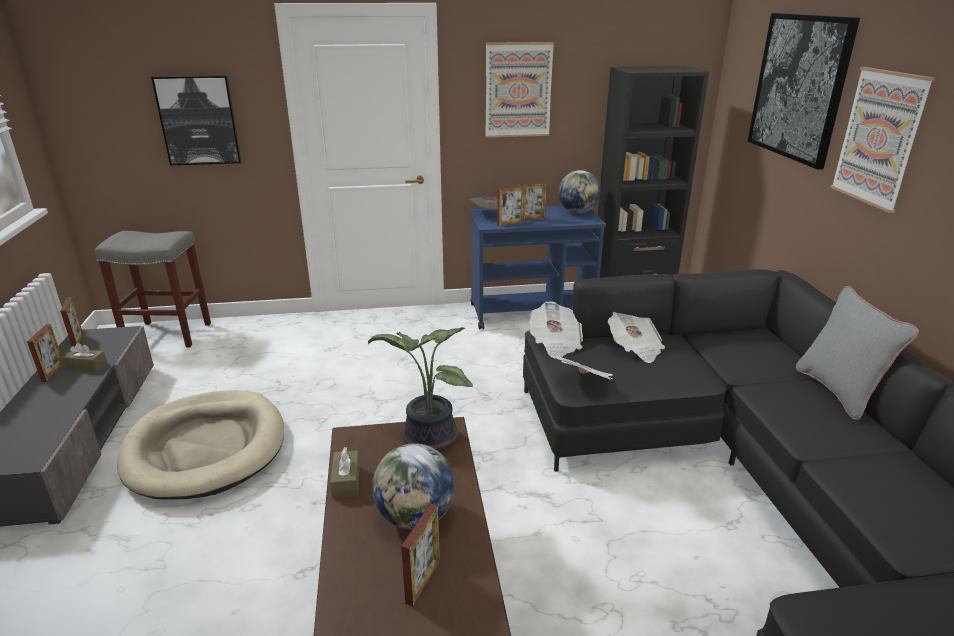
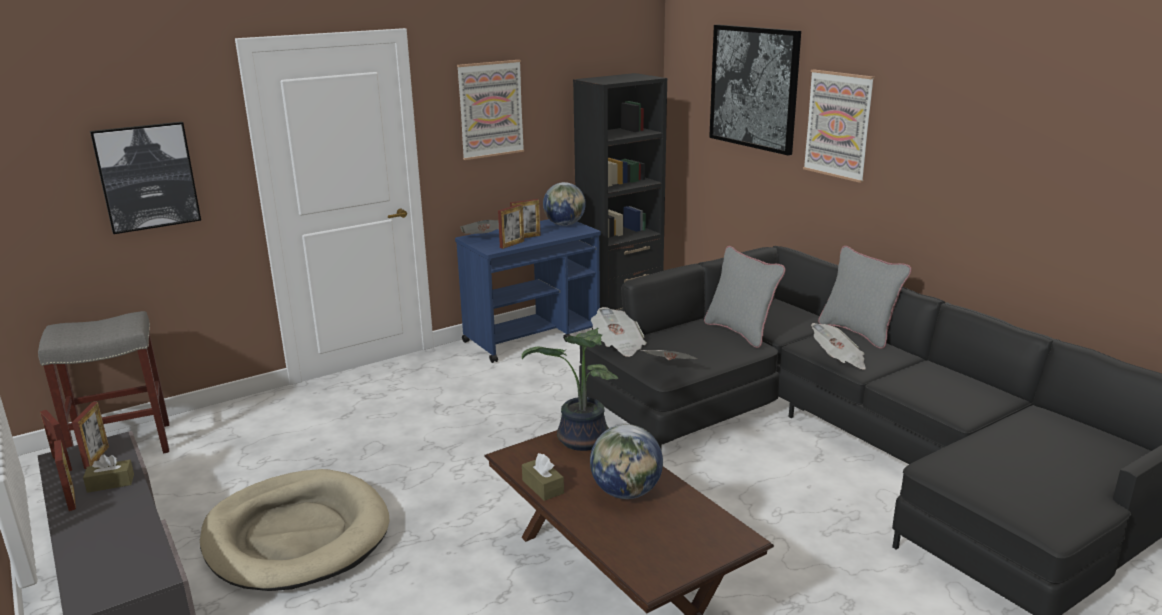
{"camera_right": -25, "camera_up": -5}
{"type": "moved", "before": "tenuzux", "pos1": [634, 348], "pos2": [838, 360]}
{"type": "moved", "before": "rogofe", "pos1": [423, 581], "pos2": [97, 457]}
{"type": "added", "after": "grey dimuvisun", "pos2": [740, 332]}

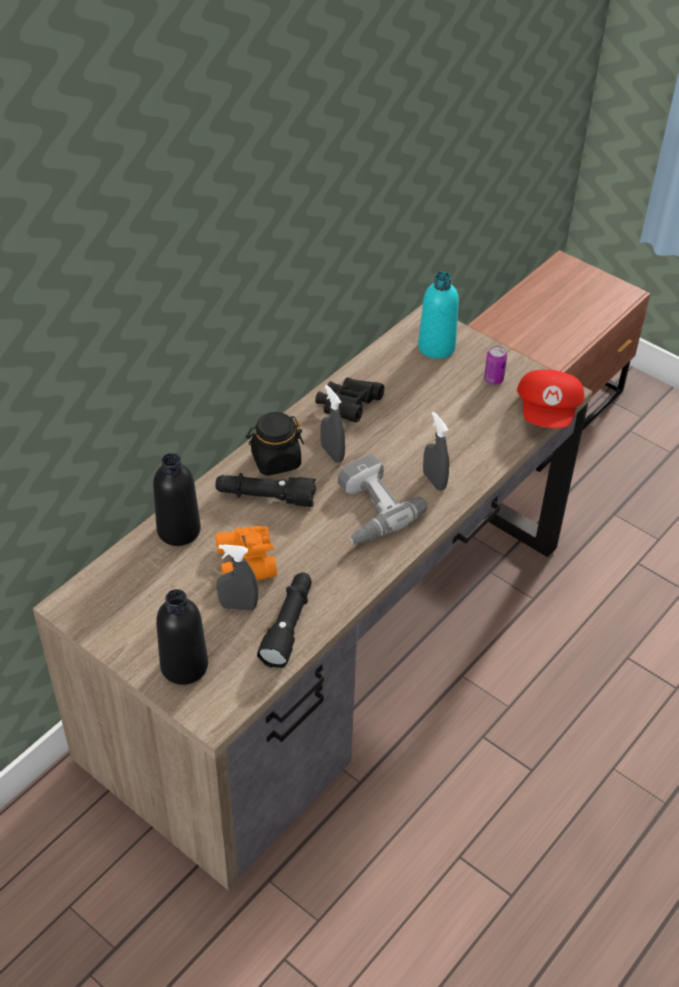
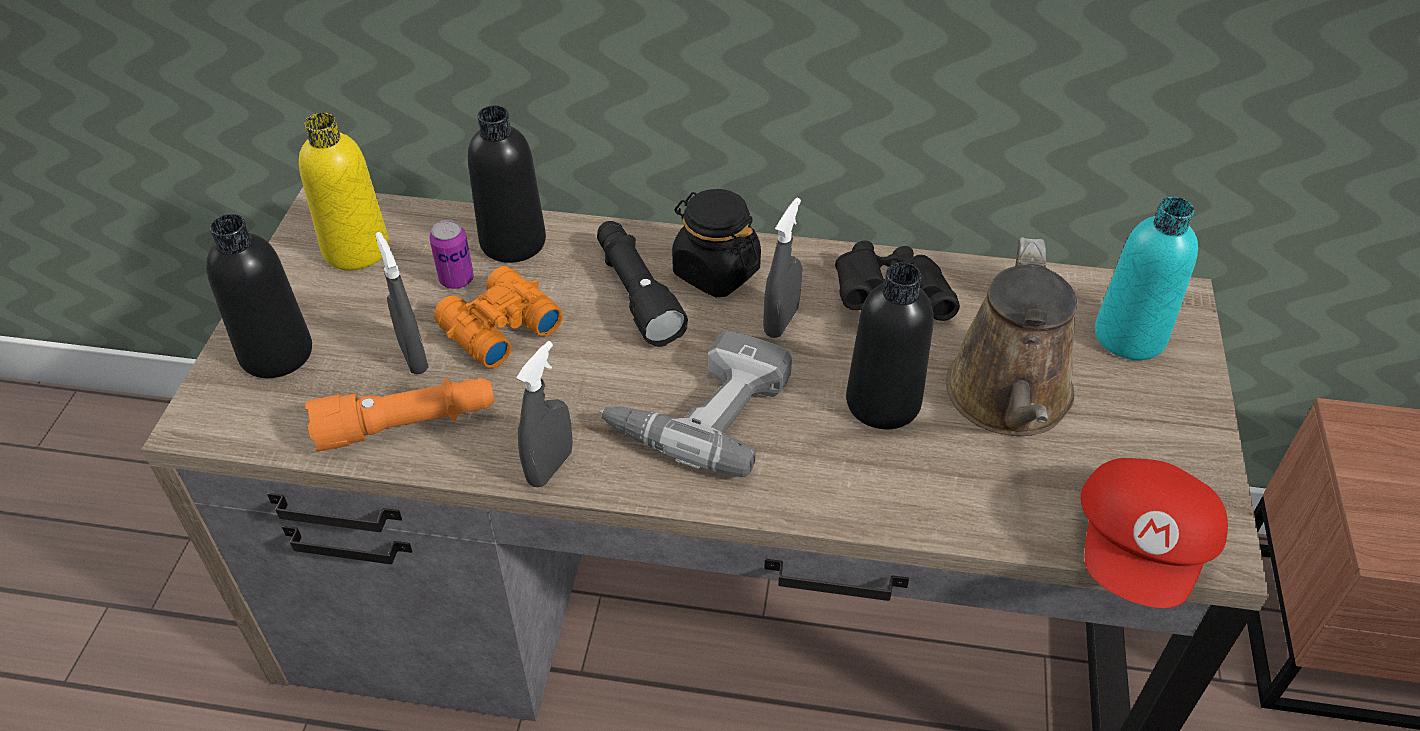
{"camera_right": 60, "camera_up": 0}
{"type": "moved", "before": "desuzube", "pos1": [493, 379], "pos2": [456, 279]}
{"type": "turned", "before": "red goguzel", "pos1": [548, 412], "pos2": [1141, 550], "turn": -45}
{"type": "moved", "before": "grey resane", "pos1": [434, 481], "pos2": [550, 467]}
{"type": "recoloured", "before": "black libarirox", "after": "orange libarirox", "pos1": [288, 626], "pos2": [407, 425]}
{"type": "added", "after": "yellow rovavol", "pos2": [356, 249]}
{"type": "added", "after": "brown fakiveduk", "pos2": [1009, 400]}
{"type": "added", "after": "black rovavol", "pos2": [883, 402]}

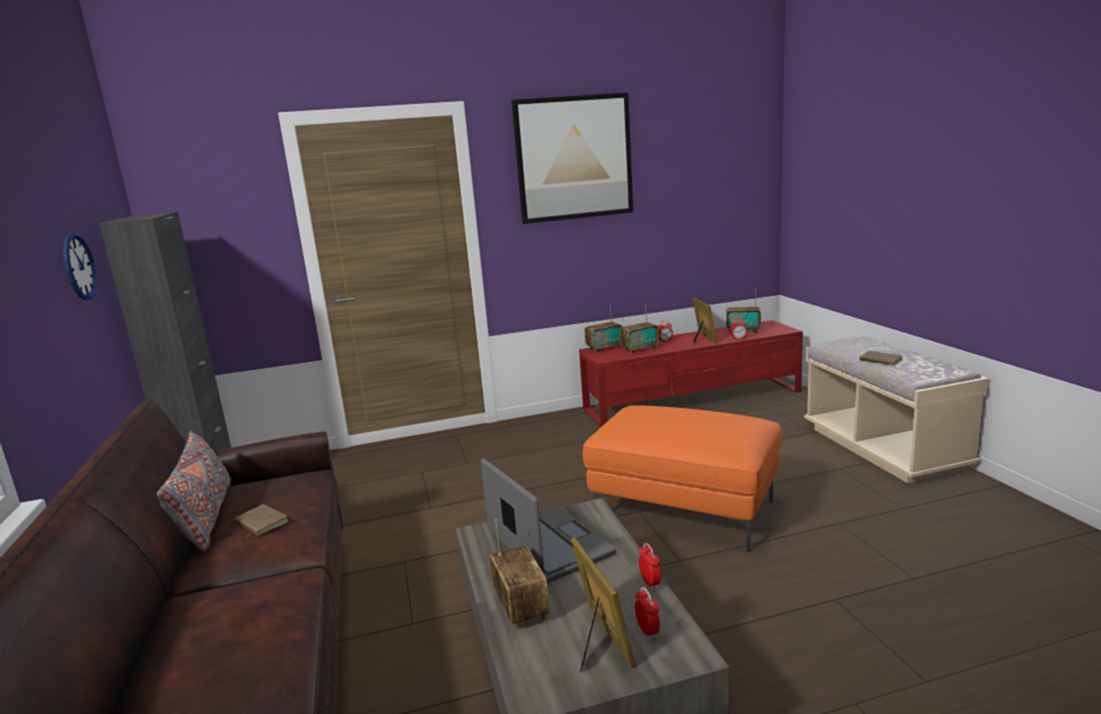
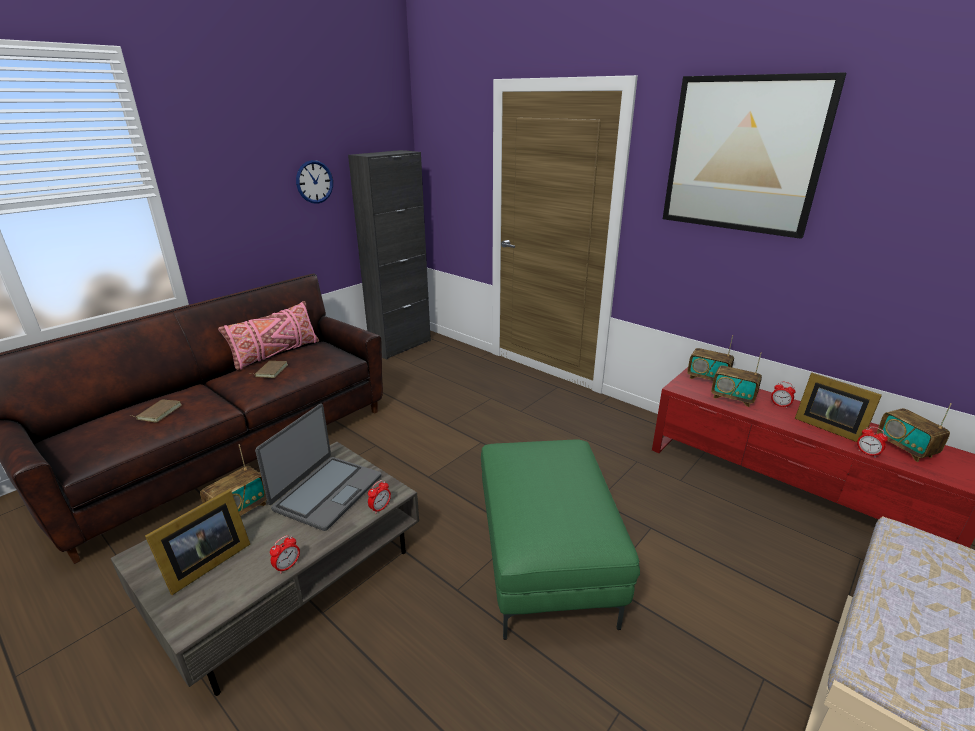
{"camera_right": 55, "camera_up": 10}
{"type": "turned", "before": "rogofe", "pos1": [702, 338], "pos2": [827, 426], "turn": 90}
{"type": "moved", "before": "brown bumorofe", "pos1": [880, 361], "pos2": [158, 412]}
{"type": "recoloured", "before": "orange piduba", "after": "green piduba", "pos1": [683, 511], "pos2": [543, 562]}
{"type": "recoloured", "before": "grey dimuvisun", "after": "pink dimuvisun", "pos1": [205, 518], "pos2": [276, 354]}
{"type": "moved", "before": "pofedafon", "pos1": [647, 631], "pos2": [380, 508]}

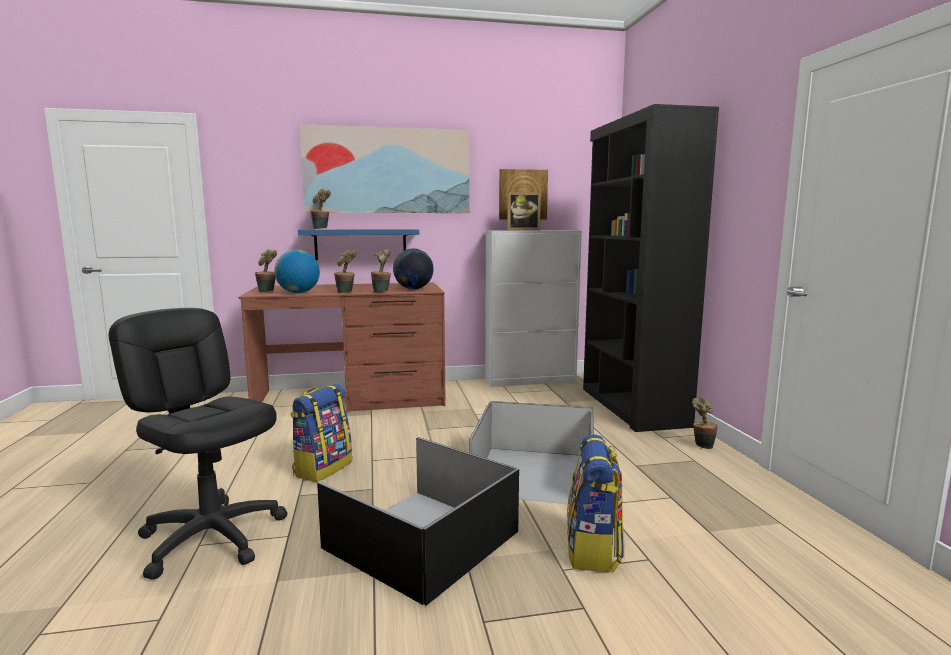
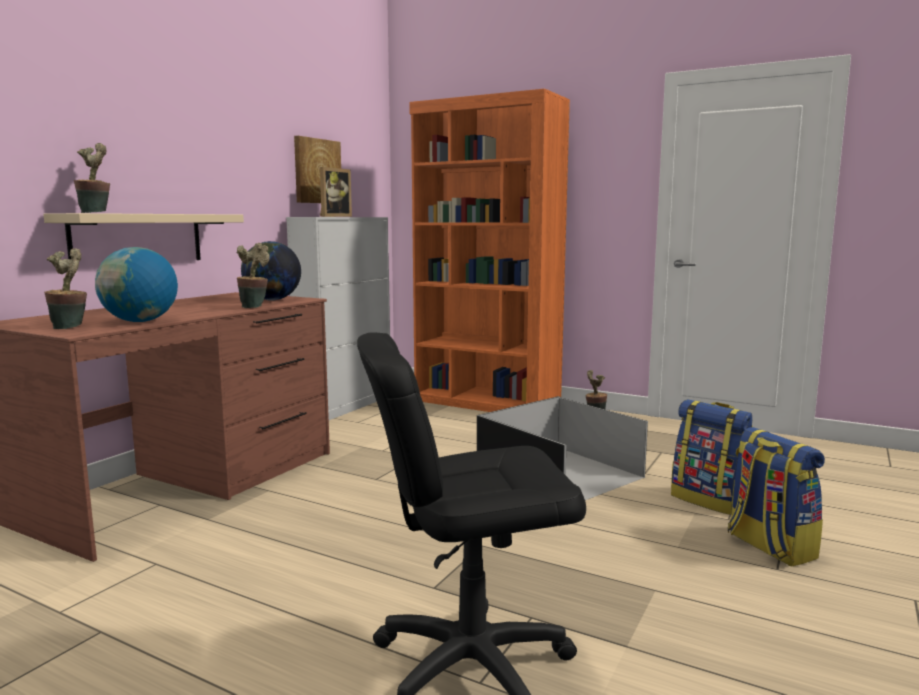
{"camera_right": -50, "camera_up": 0}
{"type": "recoloured", "before": "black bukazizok", "after": "orange bukazizok", "pos1": [631, 407], "pos2": [486, 403]}
{"type": "removed", "before": "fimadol", "pos1": [387, 170]}
{"type": "recoloured", "before": "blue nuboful", "after": "beige nuboful", "pos1": [360, 244], "pos2": [138, 239]}
{"type": "removed", "before": "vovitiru", "pos1": [346, 292]}
{"type": "moved", "before": "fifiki", "pos1": [322, 468], "pos2": [769, 547]}
{"type": "removed", "before": "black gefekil", "pos1": [423, 538]}

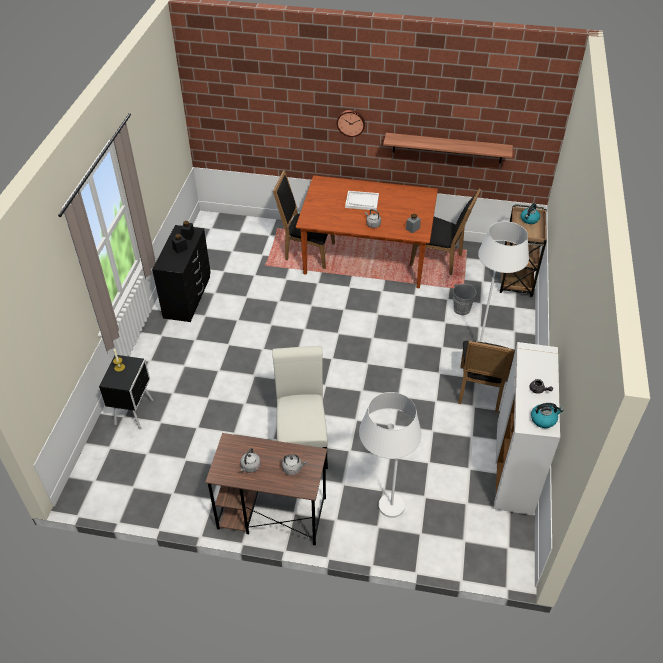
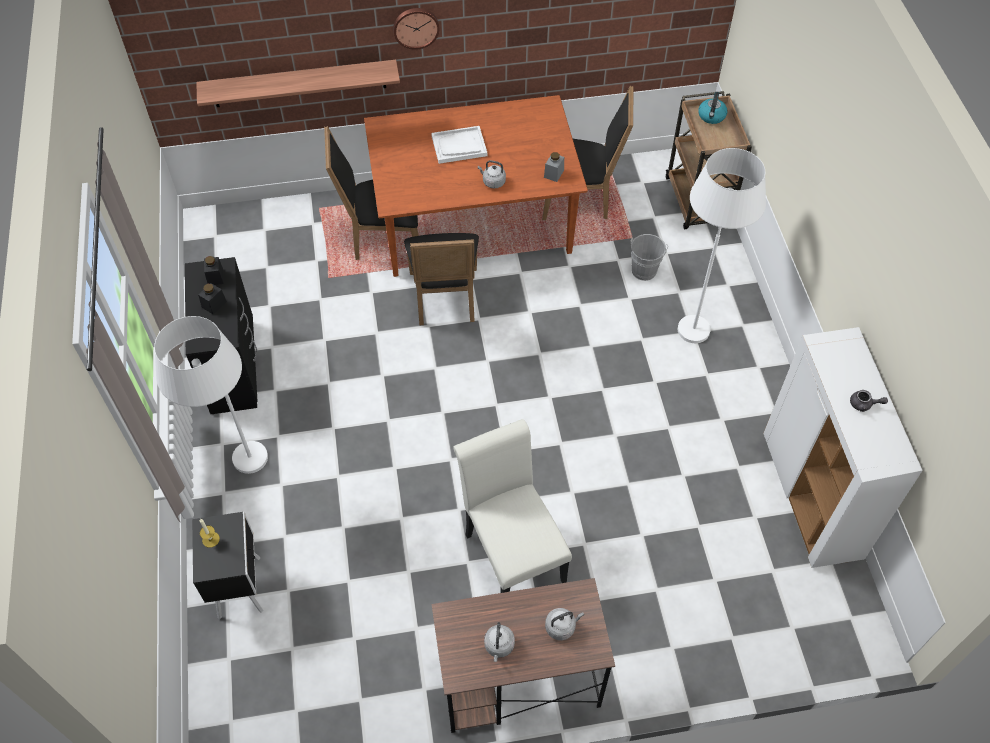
{"camera_right": -20, "camera_up": 10}
{"type": "moved", "before": "nuboful", "pos1": [447, 148], "pos2": [299, 83]}
{"type": "moved", "before": "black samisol", "pos1": [480, 391], "pos2": [445, 300]}
{"type": "moved", "before": "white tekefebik", "pos1": [382, 516], "pos2": [241, 474]}
{"type": "removed", "before": "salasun", "pos1": [543, 419]}

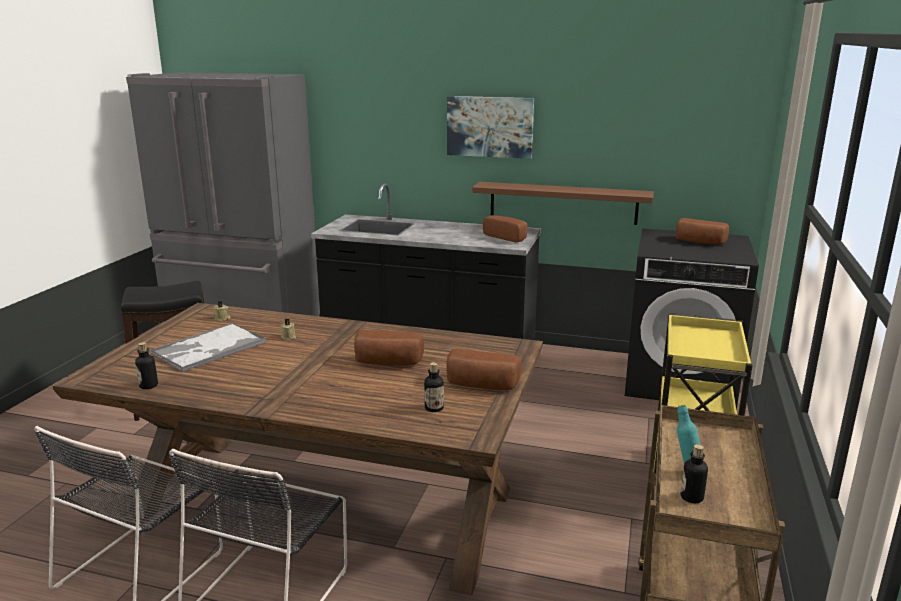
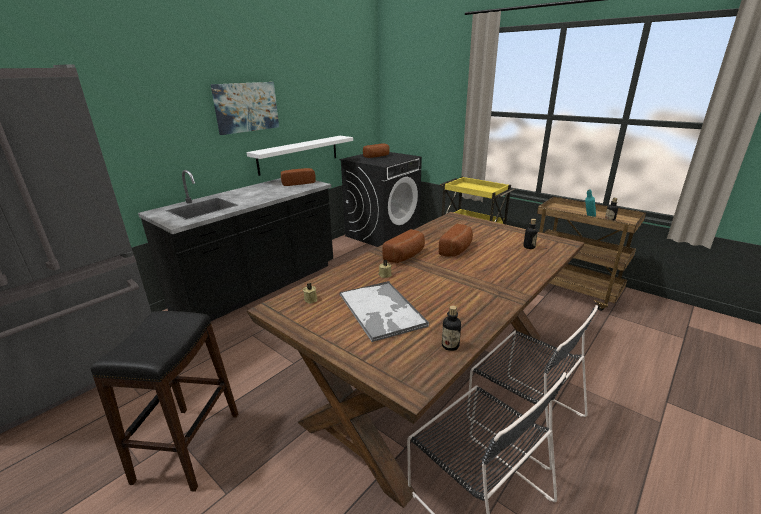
{"camera_right": -65, "camera_up": 5}
{"type": "recoloured", "before": "brown nuboful", "after": "white nuboful", "pos1": [563, 203], "pos2": [299, 154]}
{"type": "moved", "before": "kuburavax", "pos1": [481, 385], "pos2": [406, 256]}

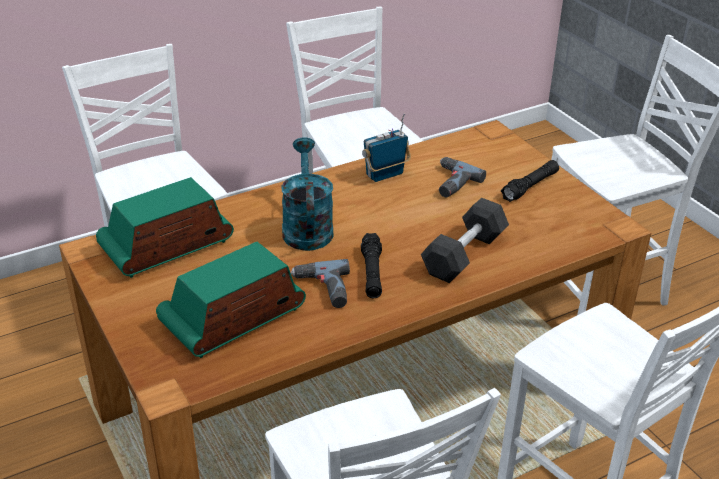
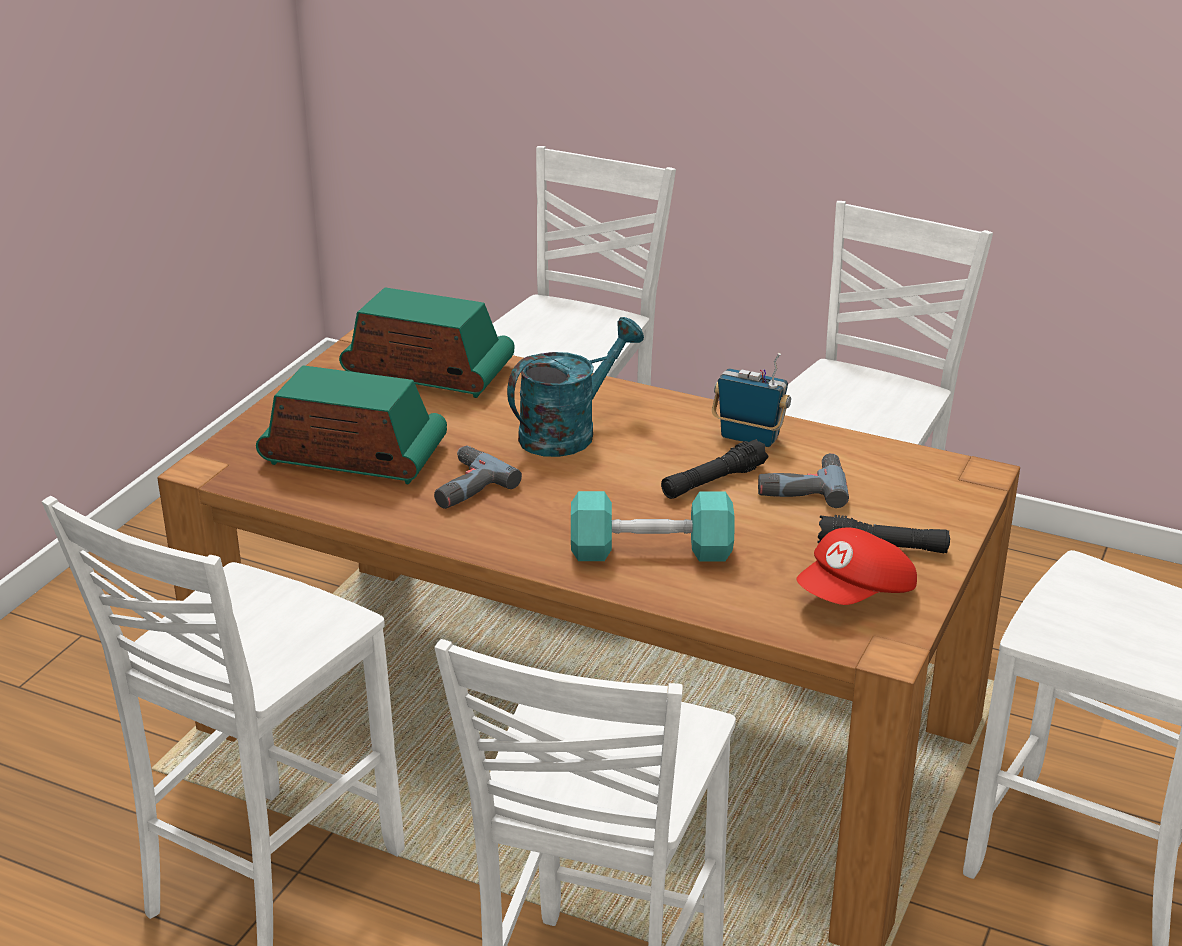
{"camera_right": 55, "camera_up": -5}
{"type": "recoloured", "before": "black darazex", "after": "turquoise darazex", "pos1": [464, 255], "pos2": [651, 551]}
{"type": "moved", "before": "black libarirox", "pos1": [372, 273], "pos2": [713, 481]}
{"type": "added", "after": "red goguzel", "pos2": [856, 595]}

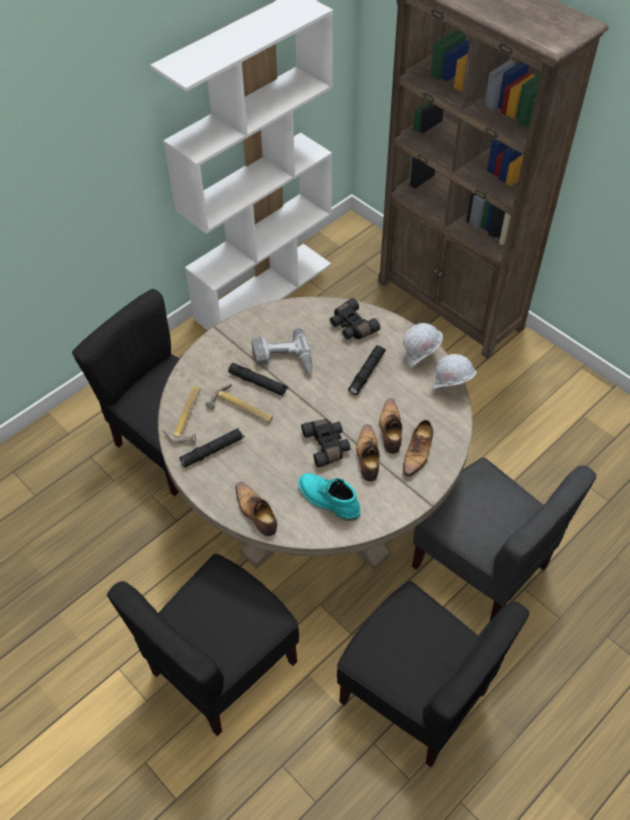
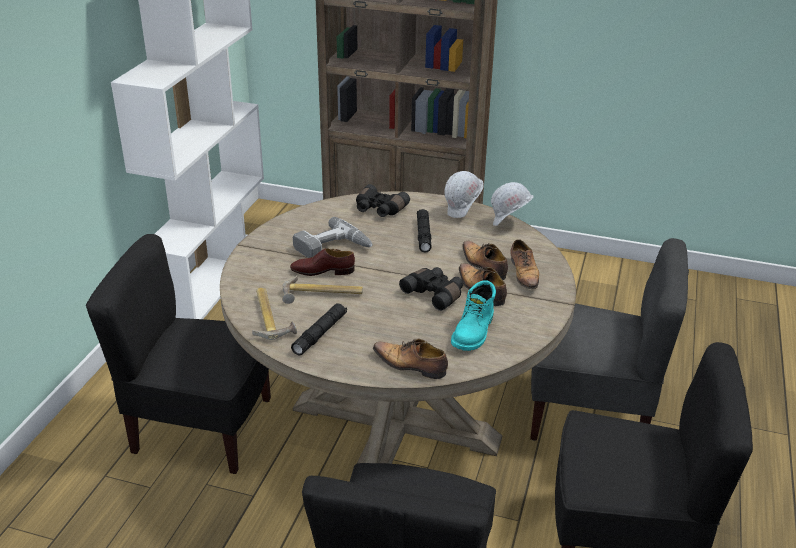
{"camera_right": -30, "camera_up": -20}
{"type": "replaced", "before": "black libarirox", "after": "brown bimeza", "pos1": [258, 383], "pos2": [322, 271]}
{"type": "turned", "before": "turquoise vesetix", "pos1": [327, 500], "pos2": [474, 332], "turn": -75}

